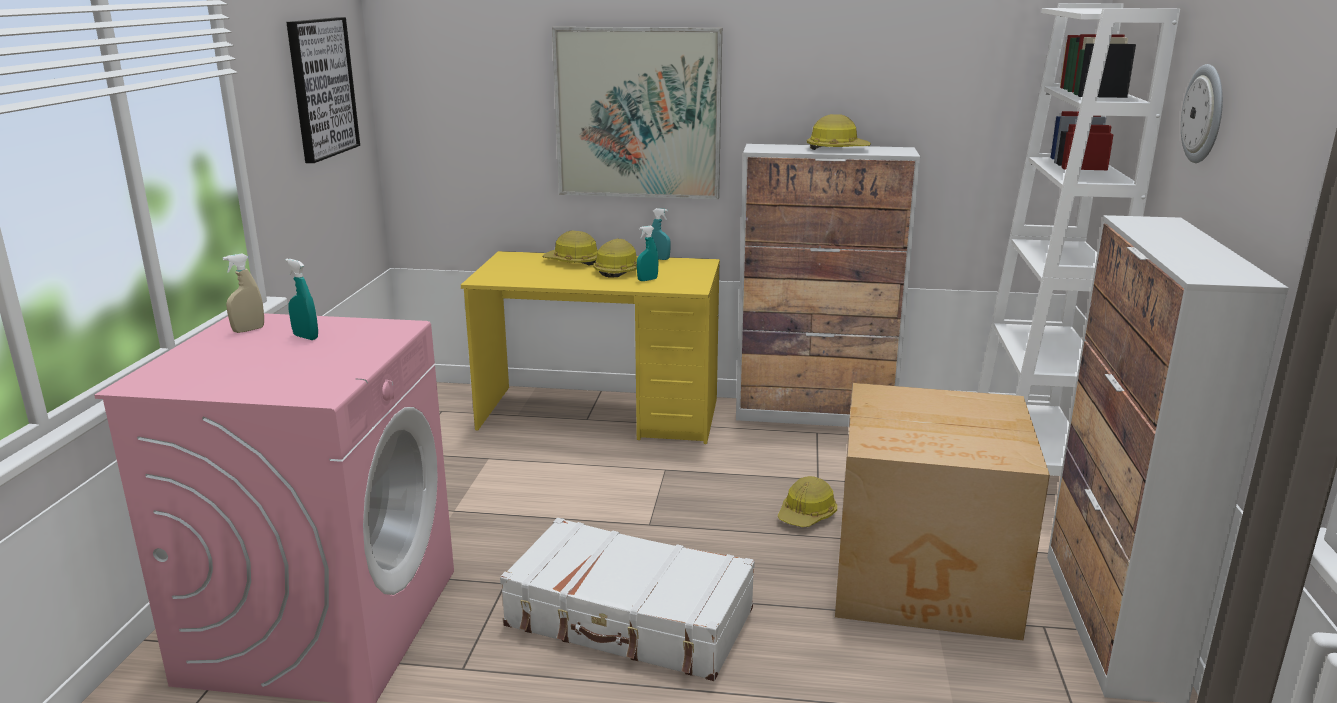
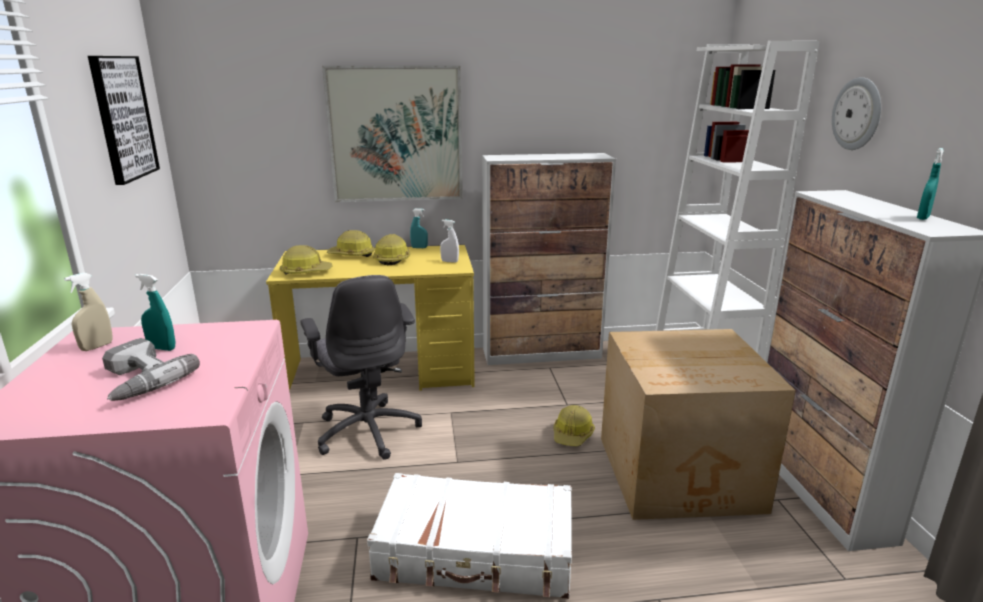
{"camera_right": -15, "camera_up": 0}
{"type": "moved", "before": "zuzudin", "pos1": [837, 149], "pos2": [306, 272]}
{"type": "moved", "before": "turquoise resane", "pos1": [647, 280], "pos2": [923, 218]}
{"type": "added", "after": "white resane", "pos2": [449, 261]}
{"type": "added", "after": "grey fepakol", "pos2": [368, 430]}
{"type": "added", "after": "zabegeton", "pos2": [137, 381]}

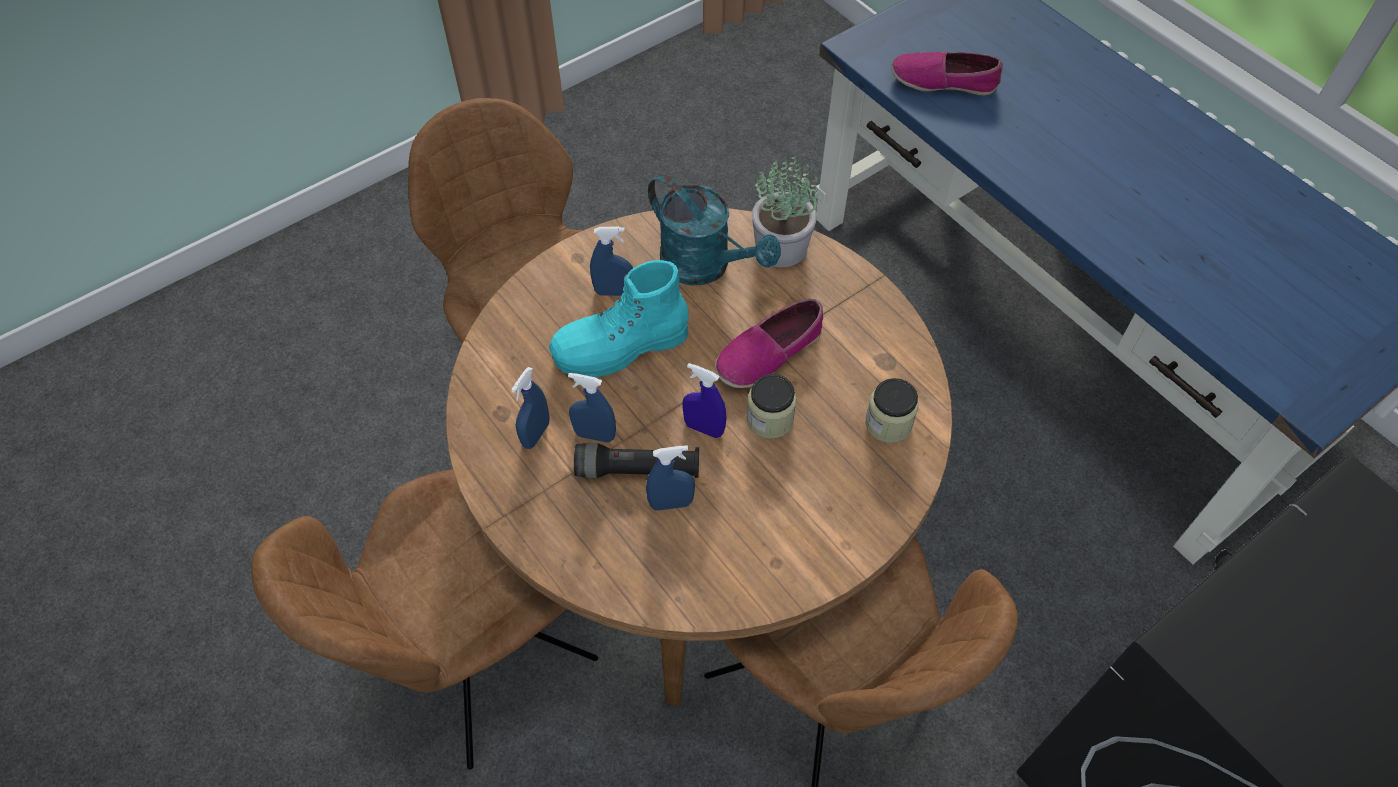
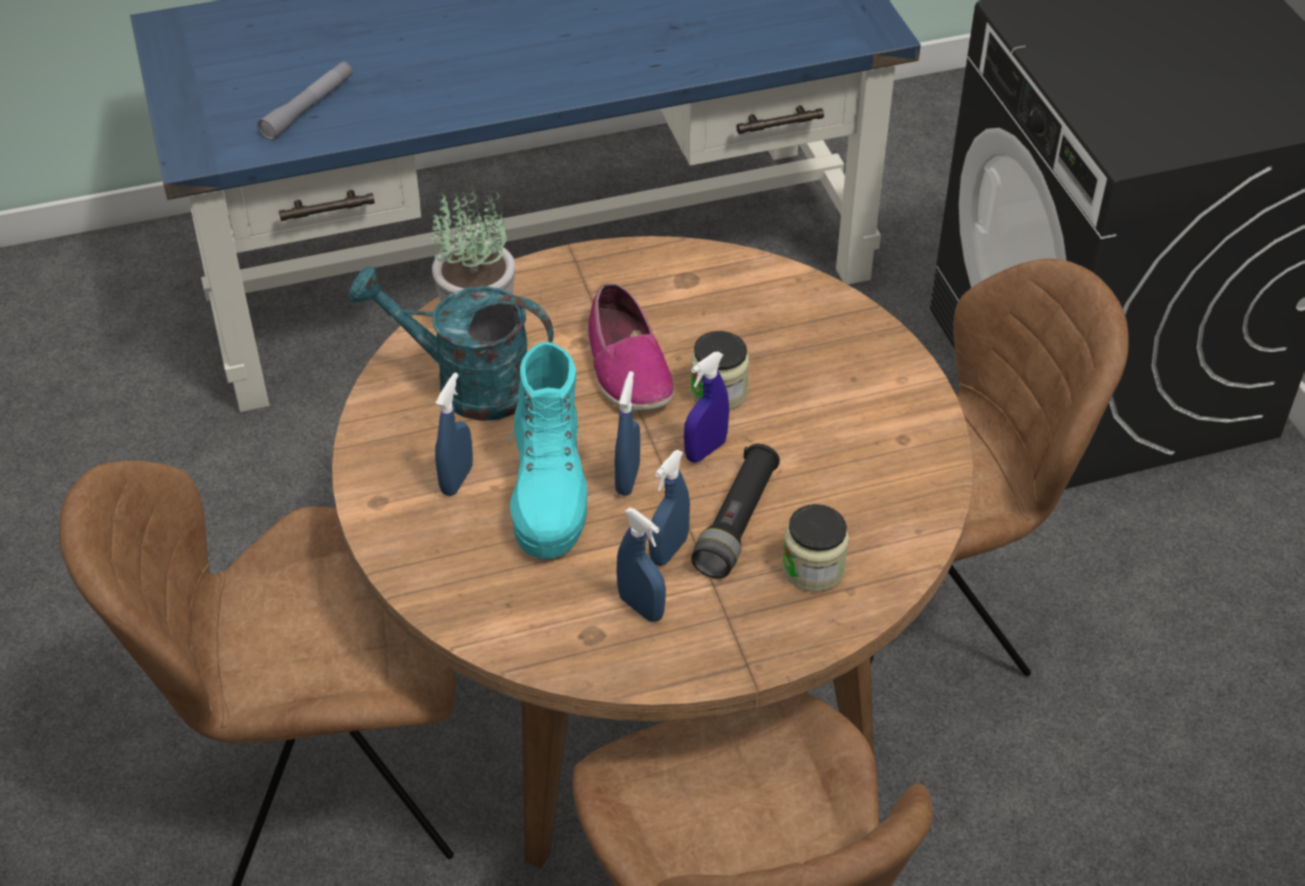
{"camera_right": -70, "camera_up": -10}
{"type": "replaced", "before": "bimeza", "after": "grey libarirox", "pos1": [943, 81], "pos2": [308, 108]}
{"type": "turned", "before": "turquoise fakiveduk", "pos1": [706, 266], "pos2": [467, 385], "turn": -135}
{"type": "moved", "before": "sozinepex", "pos1": [888, 423], "pos2": [813, 568]}
{"type": "moved", "before": "blue resane", "pos1": [671, 503], "pos2": [627, 479]}

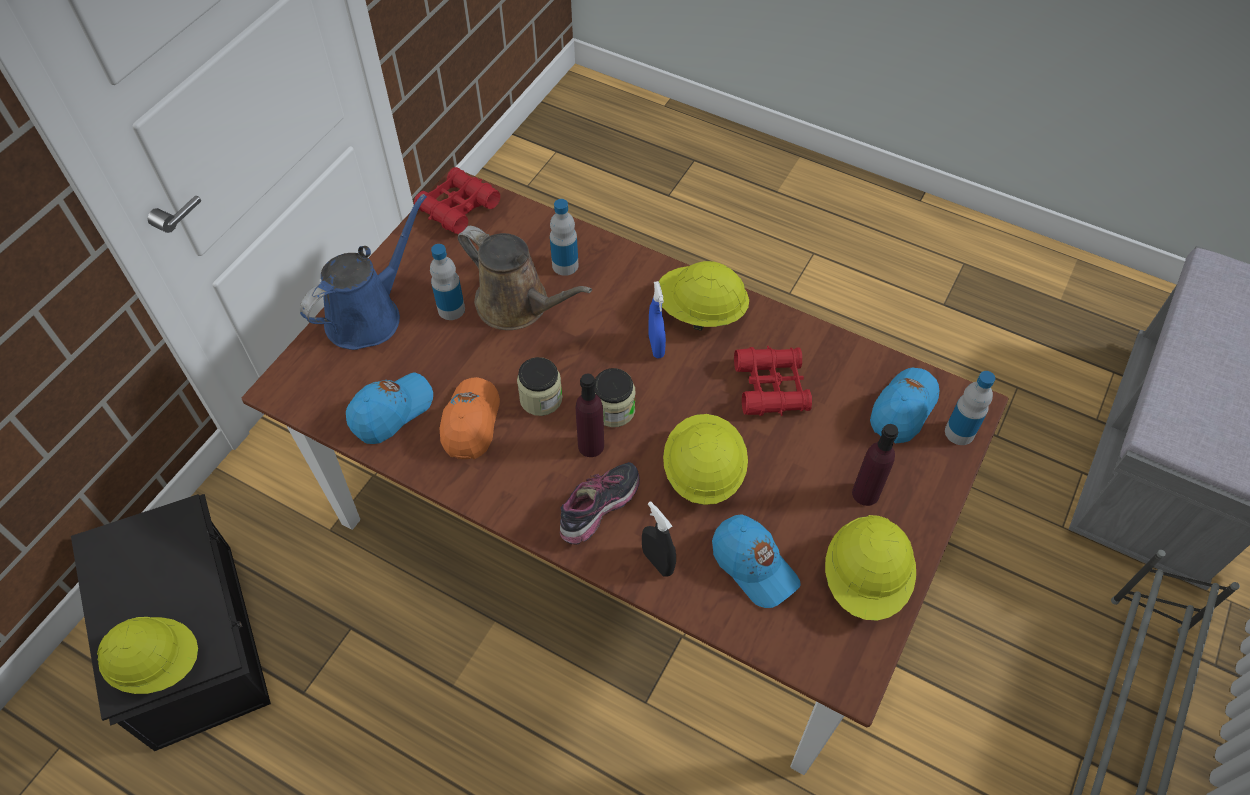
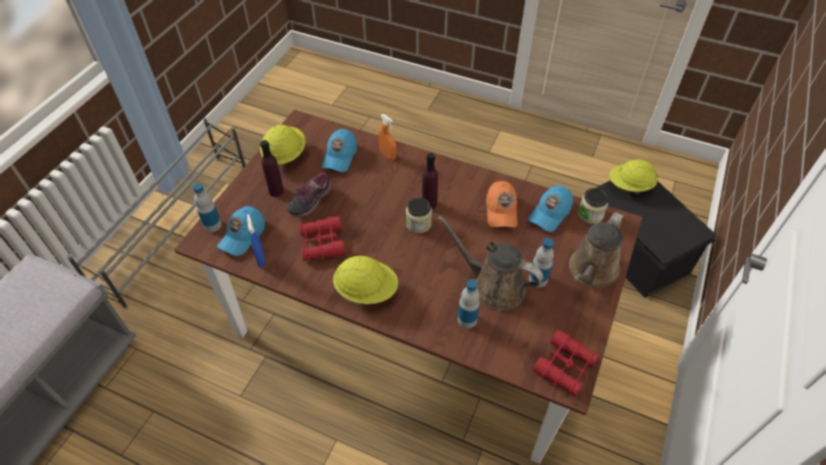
{"camera_right": 175, "camera_up": -5}
{"type": "recoloured", "before": "blue fakiveduk", "after": "brown fakiveduk", "pos1": [369, 315], "pos2": [591, 271]}
{"type": "moved", "before": "blue resane", "pos1": [656, 346], "pos2": [261, 259]}
{"type": "moved", "before": "sozinepex", "pos1": [541, 398], "pos2": [590, 214]}
{"type": "removed", "before": "yellow zuzudin", "pos1": [703, 471]}
{"type": "moved", "before": "bimeza", "pos1": [600, 510], "pos2": [310, 202]}
{"type": "recoloured", "before": "black resane", "after": "orange resane", "pos1": [657, 562], "pos2": [387, 155]}
{"type": "turned", "before": "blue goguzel", "pos1": [753, 566], "pos2": [340, 157], "turn": -120}

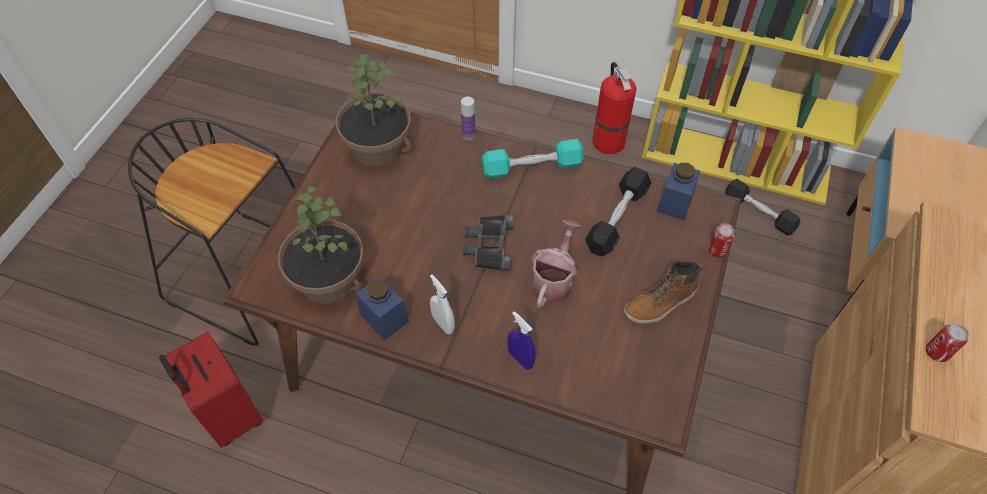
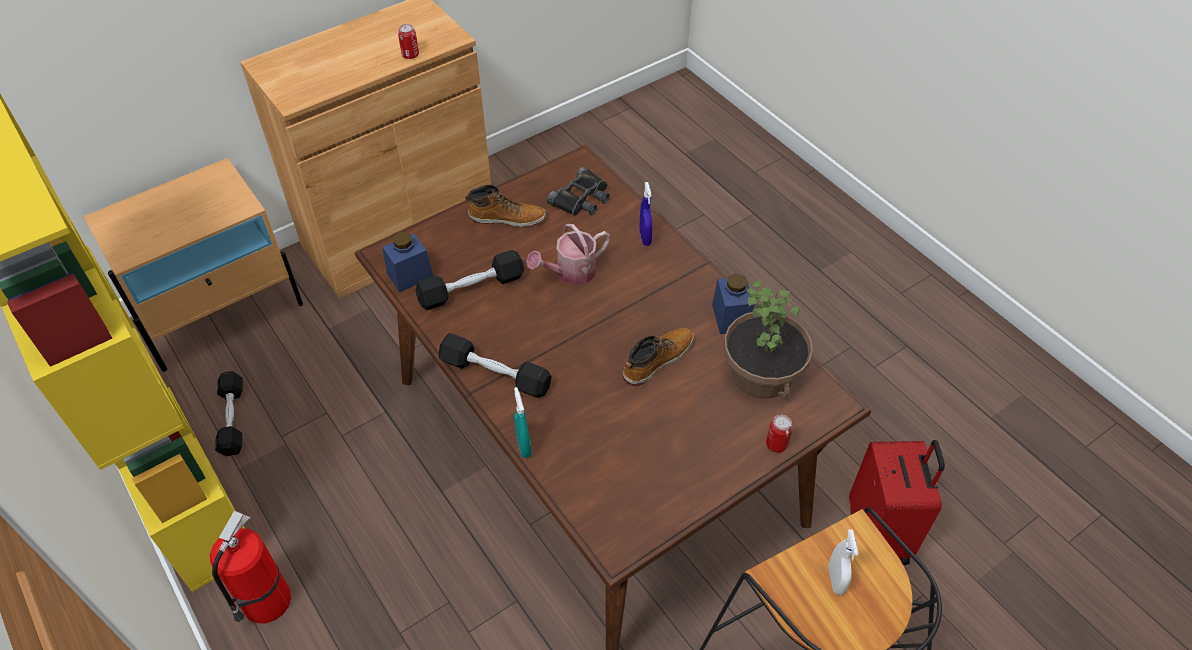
{"camera_right": -145, "camera_up": -5}
{"type": "removed", "before": "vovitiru", "pos1": [377, 148]}
{"type": "replaced", "before": "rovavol", "after": "turquoise resane", "pos1": [468, 135], "pos2": [523, 445]}
{"type": "recoloured", "before": "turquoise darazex", "after": "black darazex", "pos1": [532, 167], "pos2": [495, 374]}
{"type": "moved", "before": "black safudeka", "pos1": [488, 245], "pos2": [582, 198]}
{"type": "moved", "before": "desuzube", "pos1": [717, 250], "pos2": [776, 444]}
{"type": "moved", "before": "white resane", "pos1": [443, 323], "pos2": [835, 580]}
{"type": "added", "after": "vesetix", "pos2": [657, 360]}

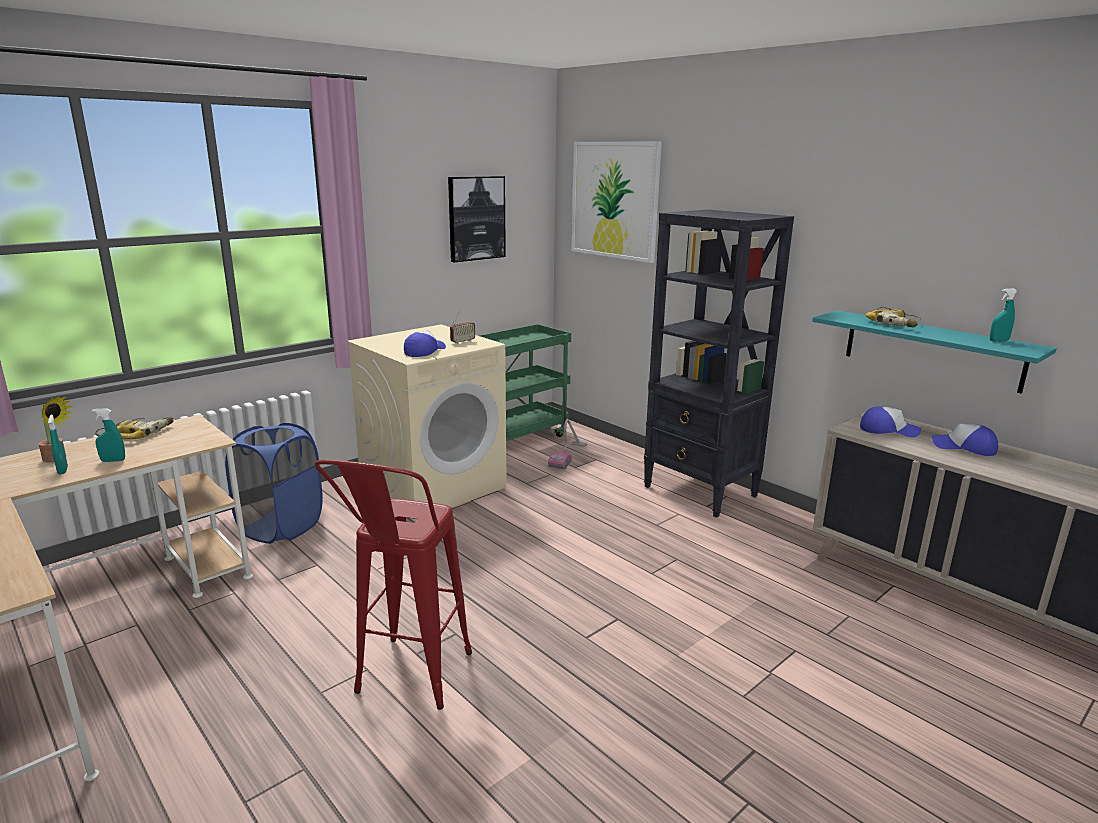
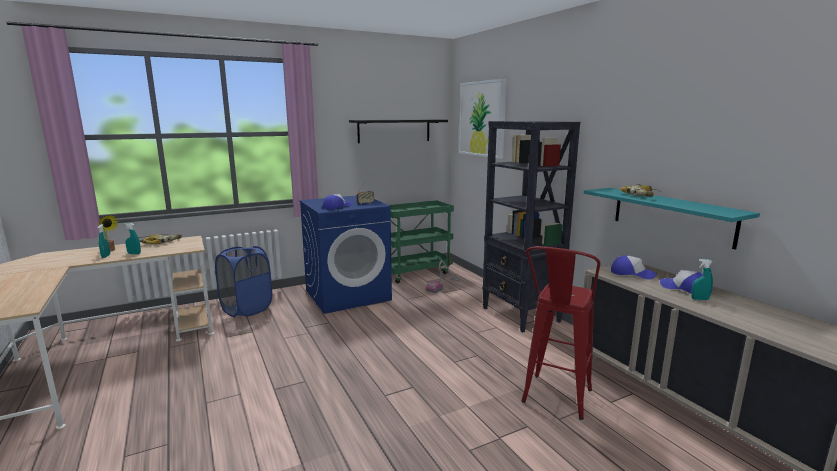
{"camera_right": 15, "camera_up": -5}
{"type": "replaced", "before": "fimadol", "after": "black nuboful", "pos1": [476, 218], "pos2": [394, 130]}
{"type": "moved", "before": "turquoise resane", "pos1": [998, 341], "pos2": [700, 299]}
{"type": "recoloured", "before": "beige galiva", "after": "blue galiva", "pos1": [433, 485], "pos2": [348, 295]}
{"type": "moved", "before": "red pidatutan", "pos1": [407, 685], "pos2": [554, 402]}

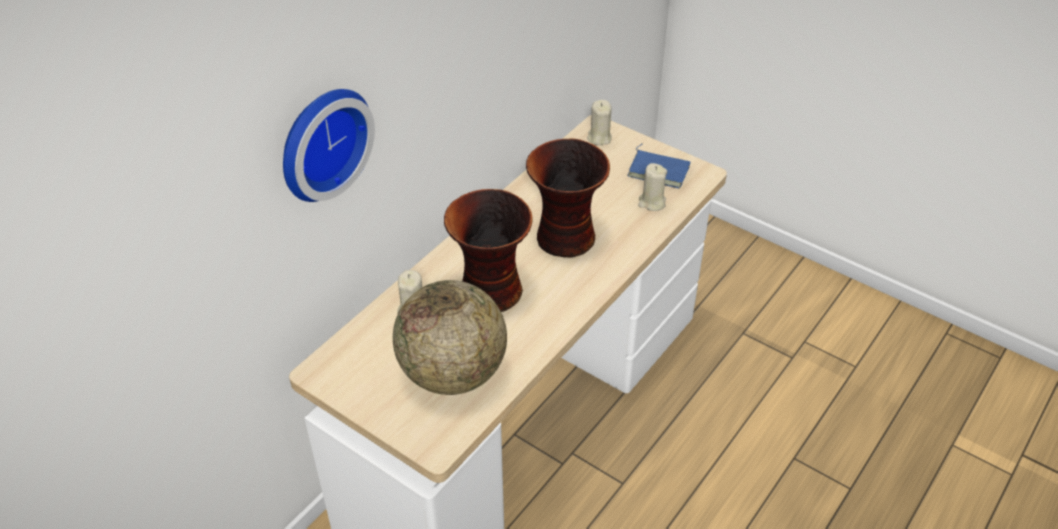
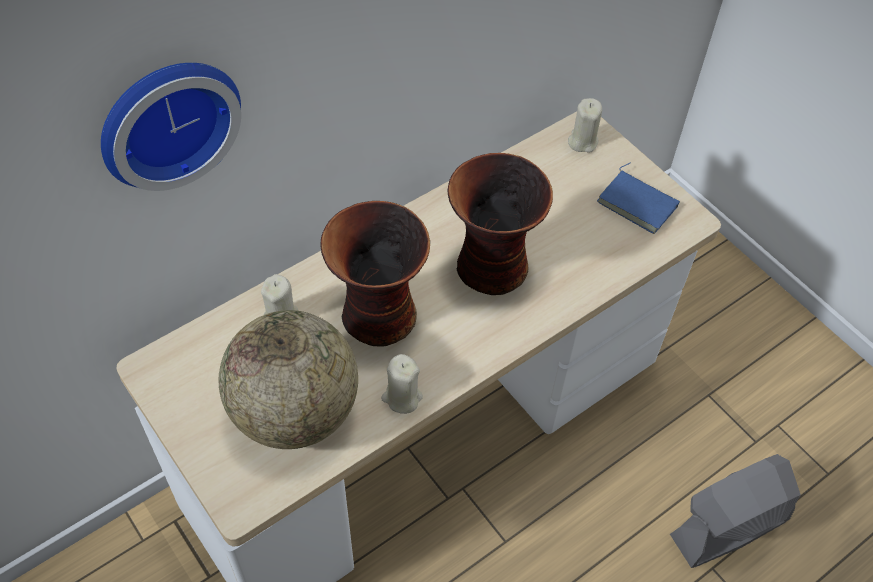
{"camera_right": 15, "camera_up": 10}
{"type": "moved", "before": "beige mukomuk", "pos1": [652, 202], "pos2": [402, 397]}
{"type": "added", "after": "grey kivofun", "pos2": [728, 527]}

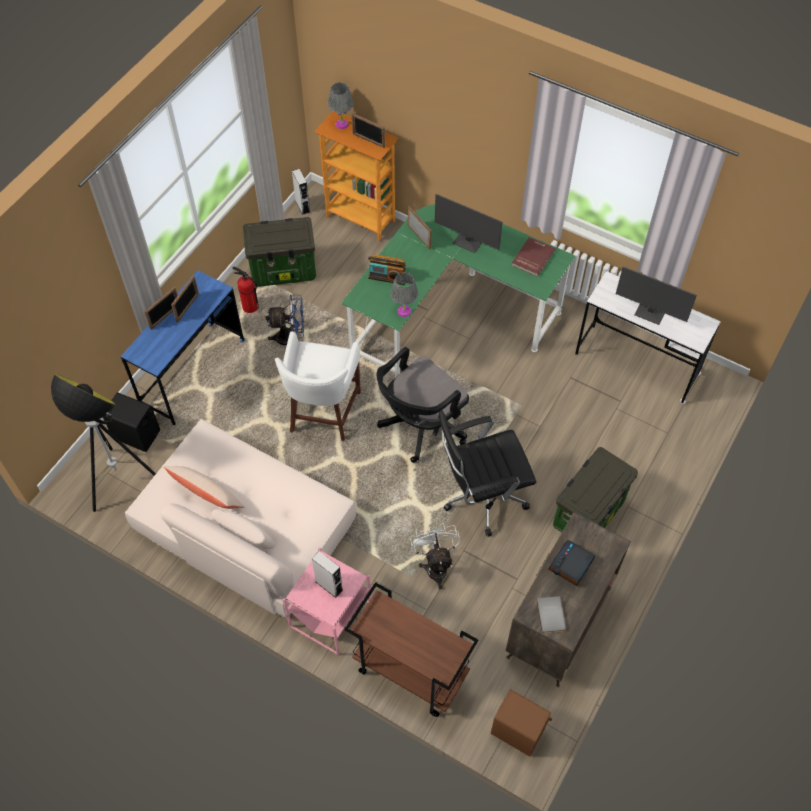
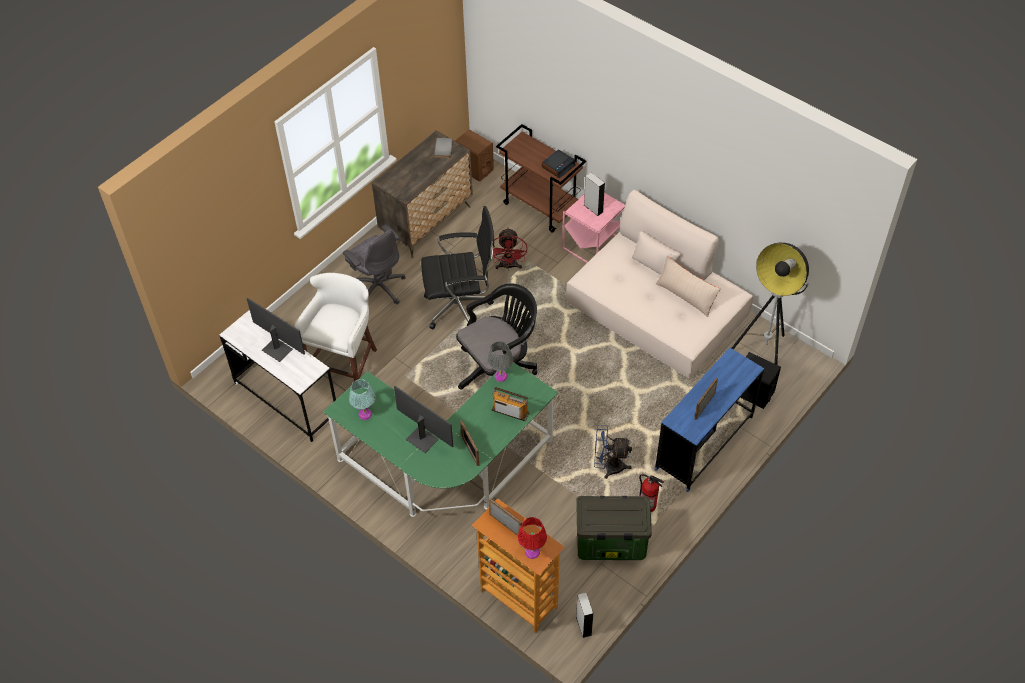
{"camera_right": -170, "camera_up": -5}
{"type": "recoloured", "before": "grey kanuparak", "after": "red kanuparak", "pos1": [342, 124], "pos2": [532, 552]}
{"type": "replaced", "before": "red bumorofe", "after": "turquoise kanuparak", "pos1": [532, 257], "pos2": [365, 414]}
{"type": "removed", "before": "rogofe", "pos1": [165, 317]}
{"type": "moved", "before": "white pidatutan", "pos1": [323, 413], "pos2": [344, 361]}
{"type": "replaced", "before": "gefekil", "after": "grey fepakol", "pos1": [588, 512], "pos2": [378, 287]}
{"type": "recoloured", "before": "white kivofun", "after": "red kivofun", "pos1": [435, 565], "pos2": [508, 266]}
{"type": "moved", "before": "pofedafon", "pos1": [571, 565], "pos2": [558, 166]}

